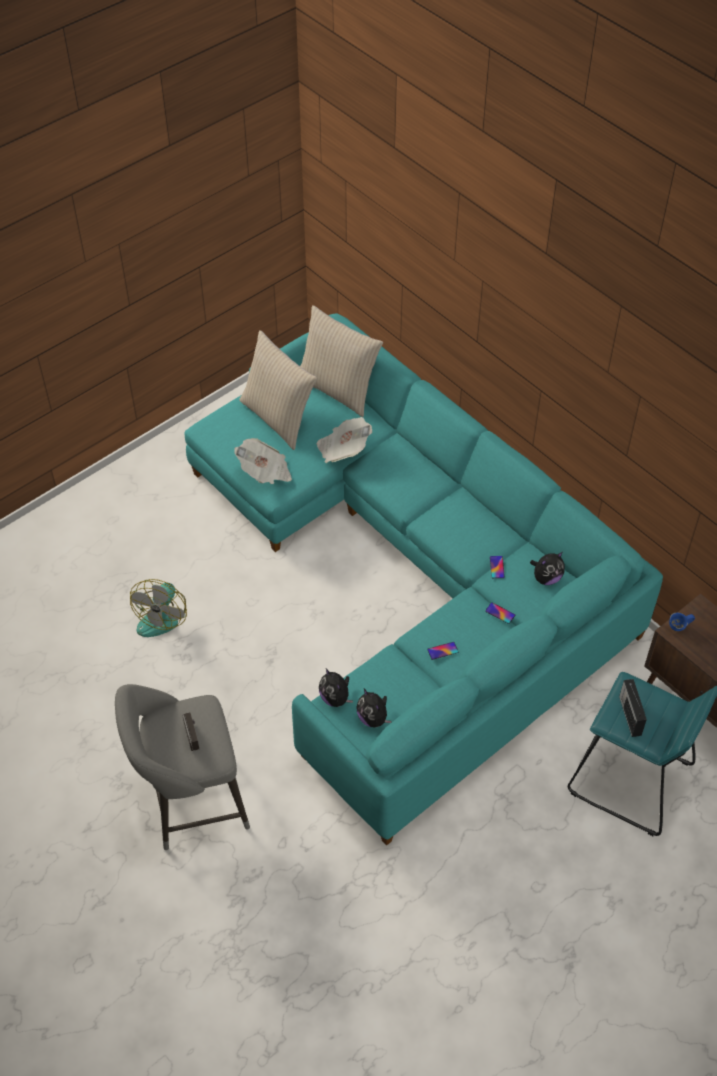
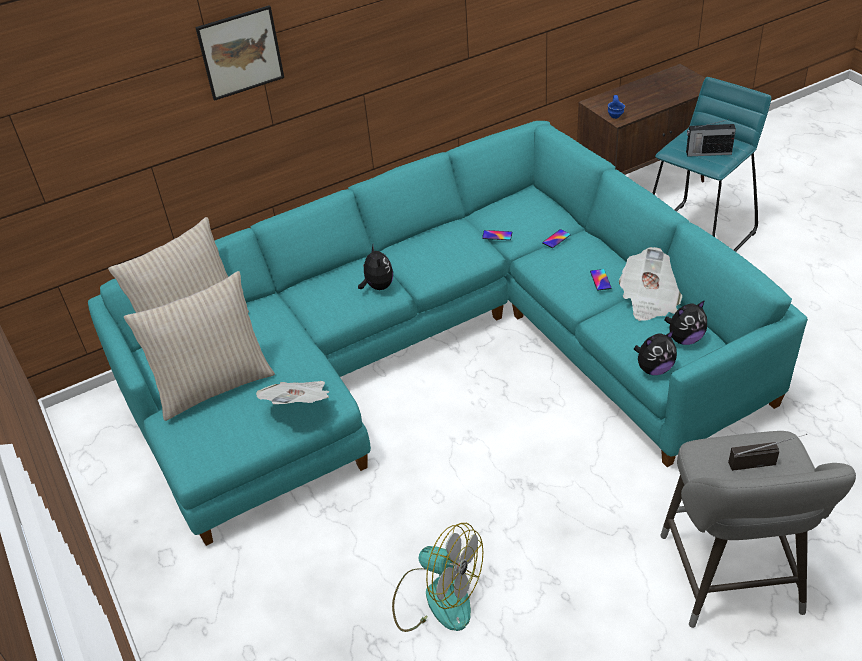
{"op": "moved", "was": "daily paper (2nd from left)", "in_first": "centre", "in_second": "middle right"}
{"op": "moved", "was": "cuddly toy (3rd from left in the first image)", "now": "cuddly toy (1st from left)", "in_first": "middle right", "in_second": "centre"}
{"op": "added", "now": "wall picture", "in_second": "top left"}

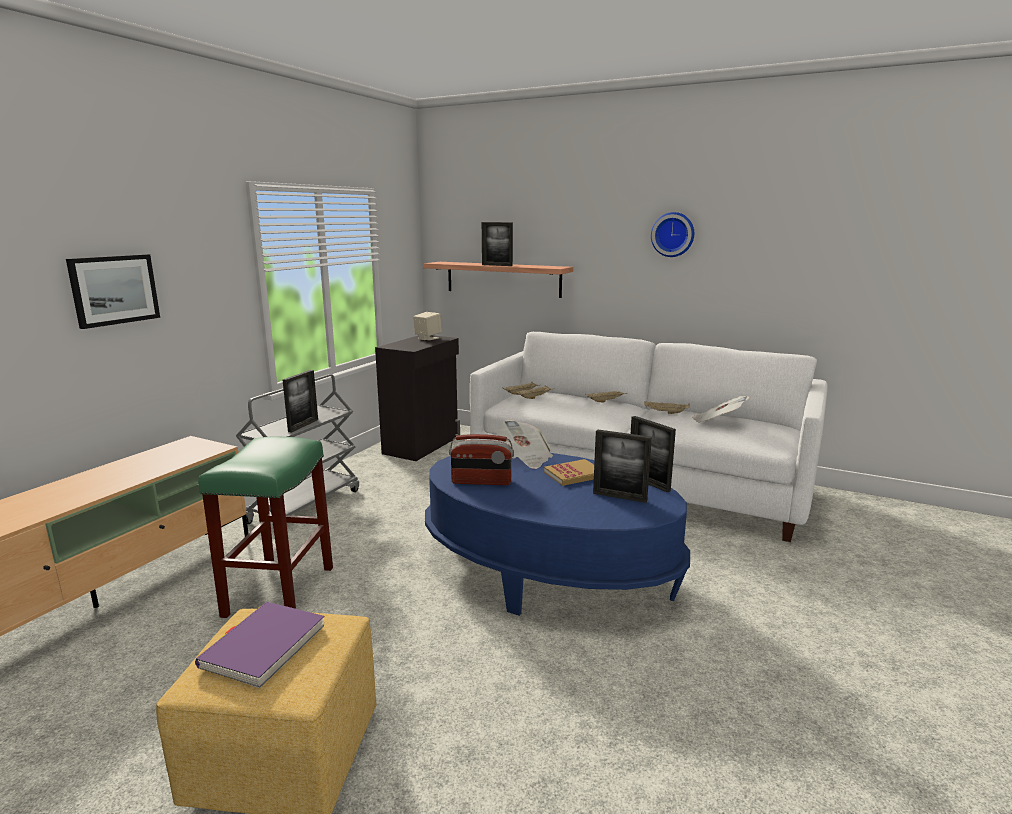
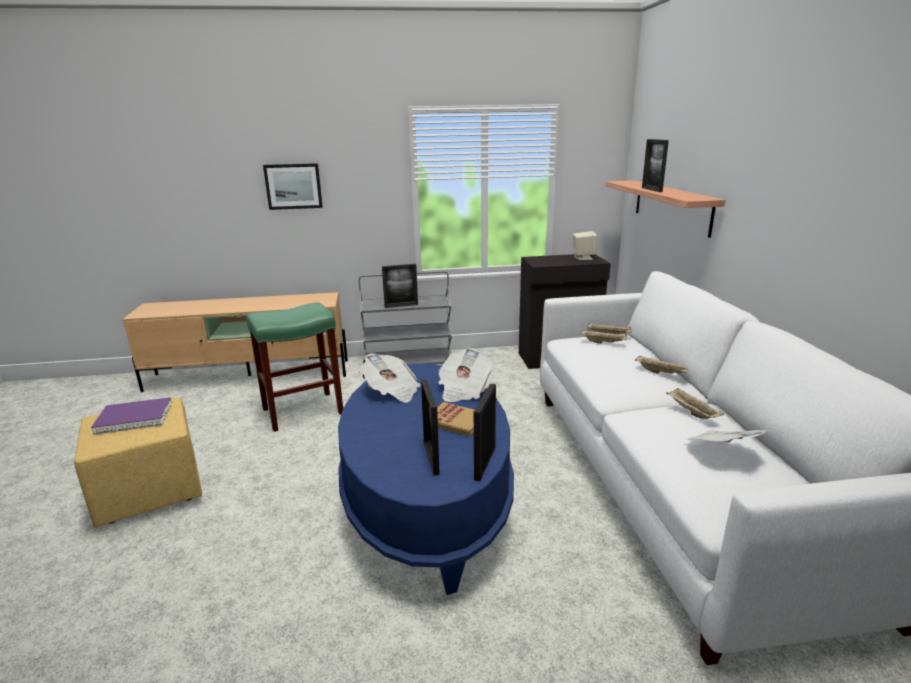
{"op": "replaced", "was": "radio receiver", "now": "daily paper (1st from left)", "in_first": "centre", "in_second": "centre"}
{"op": "removed", "was": "hanging clock", "in_first": "top centre"}

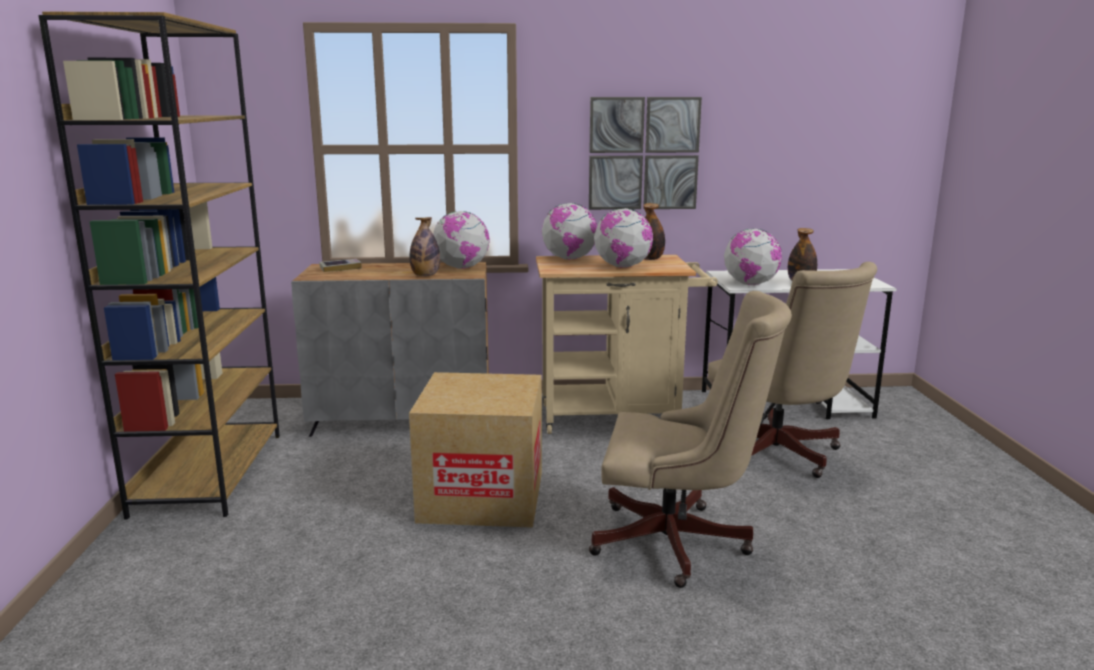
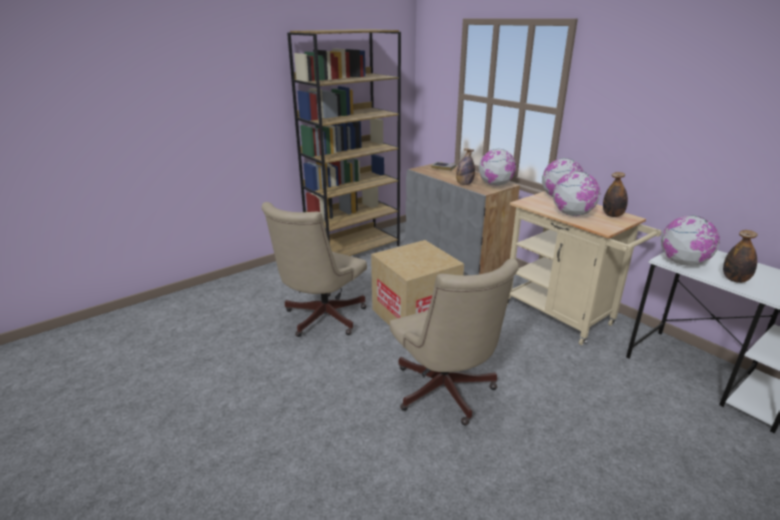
{"op": "removed", "was": "wall picture", "in_first": "top centre"}
{"op": "moved", "was": "sand-coloured computer chair (2nd from left in the first image)", "now": "sand-coloured computer chair (1st from left)", "in_first": "middle right", "in_second": "centre"}

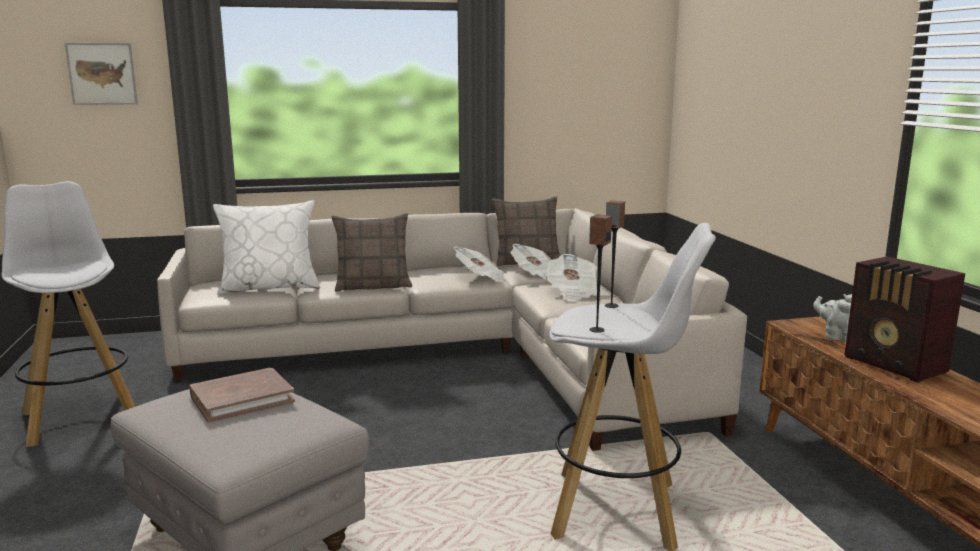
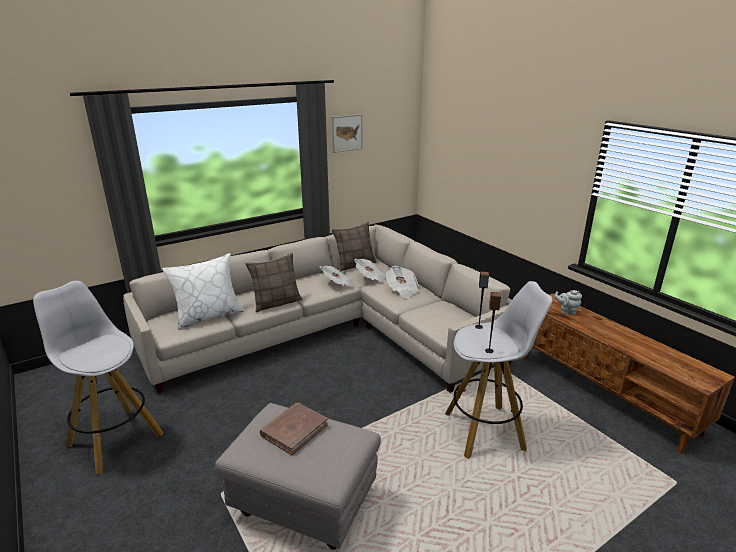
{"op": "moved", "was": "wall picture", "in_first": "top left", "in_second": "top centre"}
{"op": "removed", "was": "radio receiver", "in_first": "middle right"}

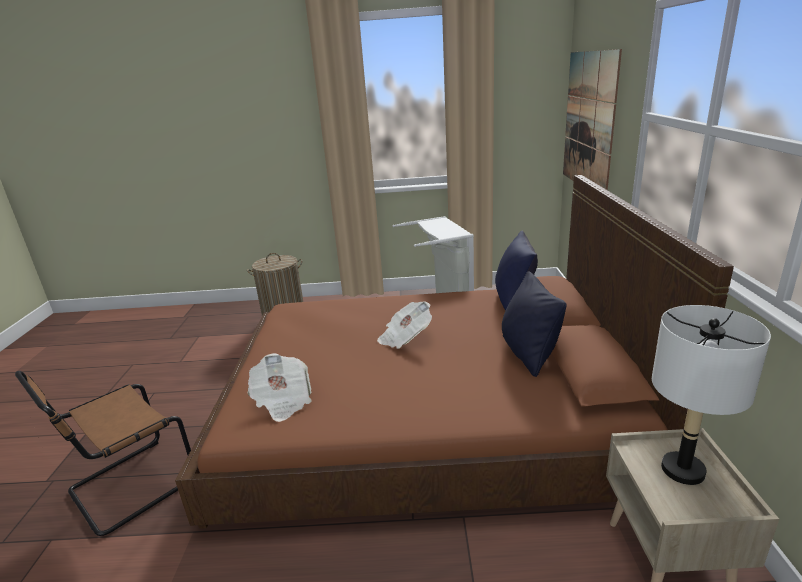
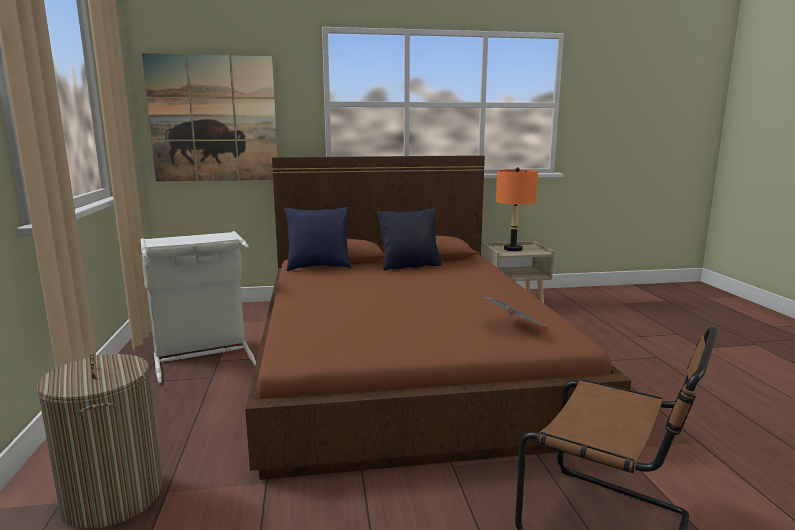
{"op": "removed", "was": "daily paper (2nd from left)", "in_first": "centre"}
{"op": "recoloured", "was": "grey tabletop lamp", "now": "orangey tabletop lamp", "in_first": "bottom right", "in_second": "centre"}

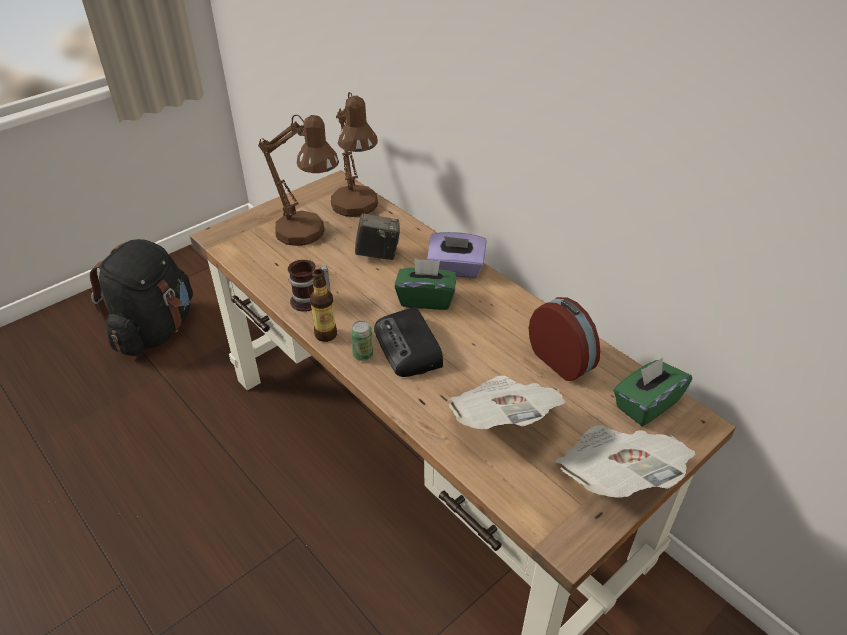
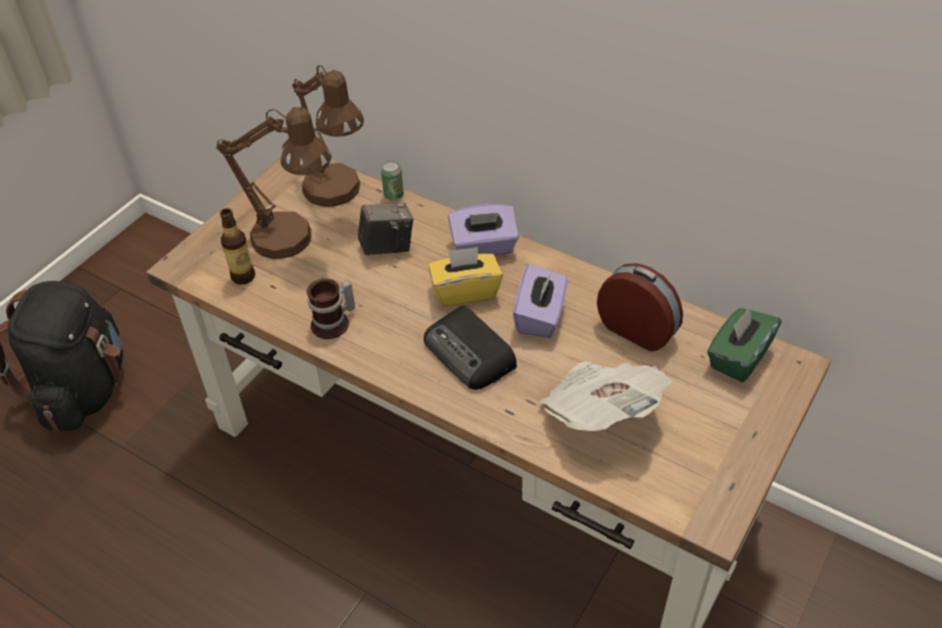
{"op": "moved", "was": "drink bottle", "in_first": "centre", "in_second": "middle left"}
{"op": "moved", "was": "sealed can", "in_first": "centre", "in_second": "top centre"}
{"op": "recoloured", "was": "green-coloured tissue box (1st from left)", "now": "yellow tissue box", "in_first": "centre", "in_second": "centre"}
{"op": "removed", "was": "daily paper (2nd from left)", "in_first": "bottom right"}
{"op": "added", "now": "purplish tissue box (2nd from left)", "in_second": "centre"}

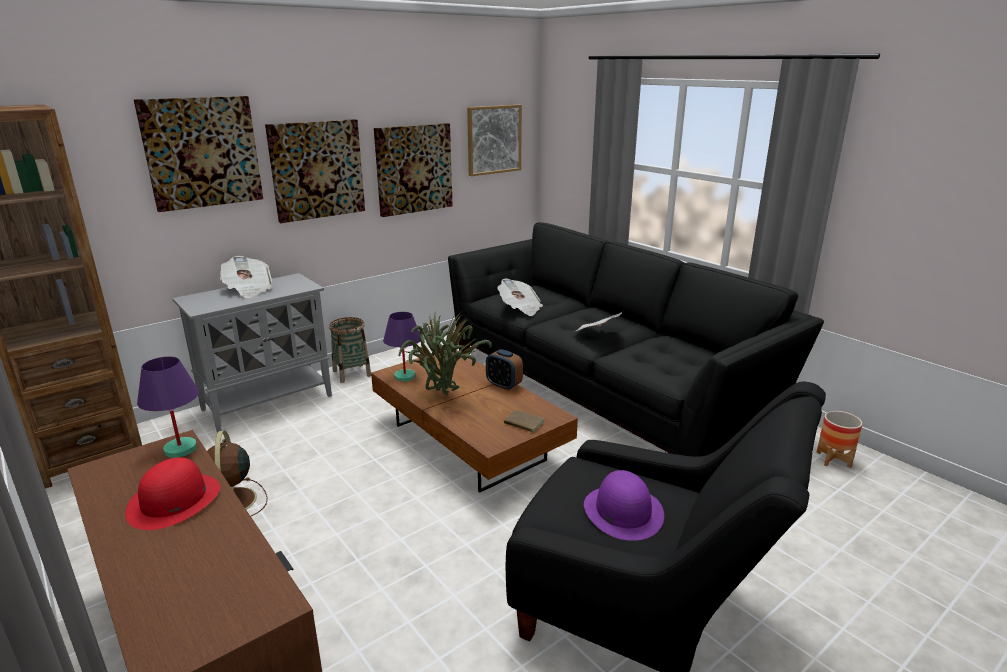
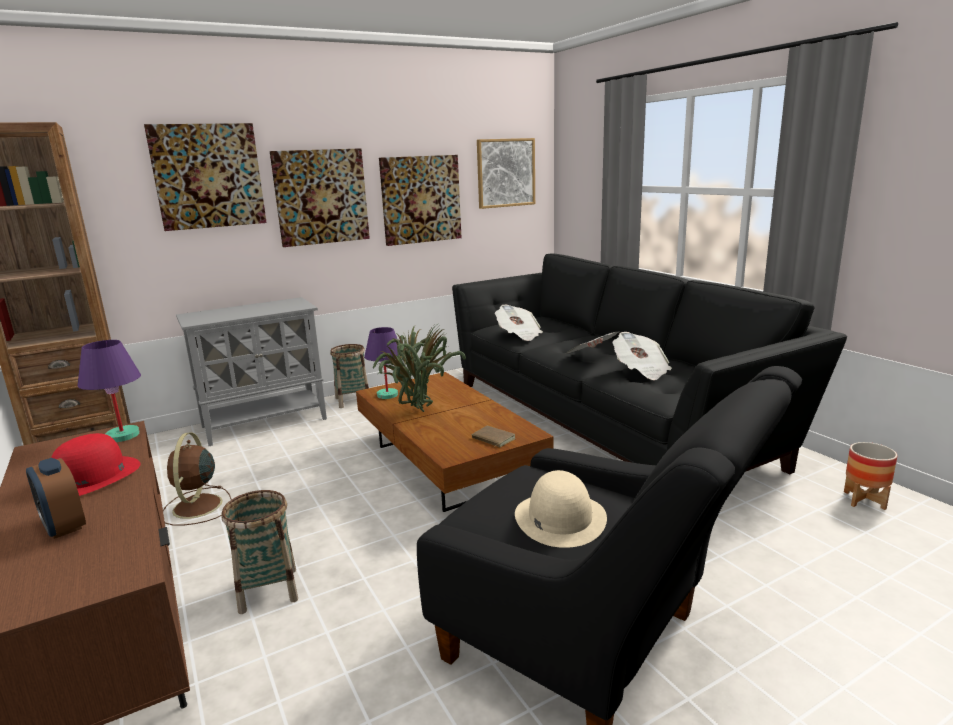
{"op": "moved", "was": "daily paper (1st from left in the first image)", "now": "daily paper (3rd from left)", "in_first": "middle left", "in_second": "middle right"}
{"op": "moved", "was": "bedside clock", "in_first": "centre", "in_second": "bottom left"}
{"op": "recoloured", "was": "purplish hat", "now": "sand-coloured hat", "in_first": "bottom centre", "in_second": "bottom centre"}
{"op": "added", "now": "basket (1st from left)", "in_second": "bottom left"}

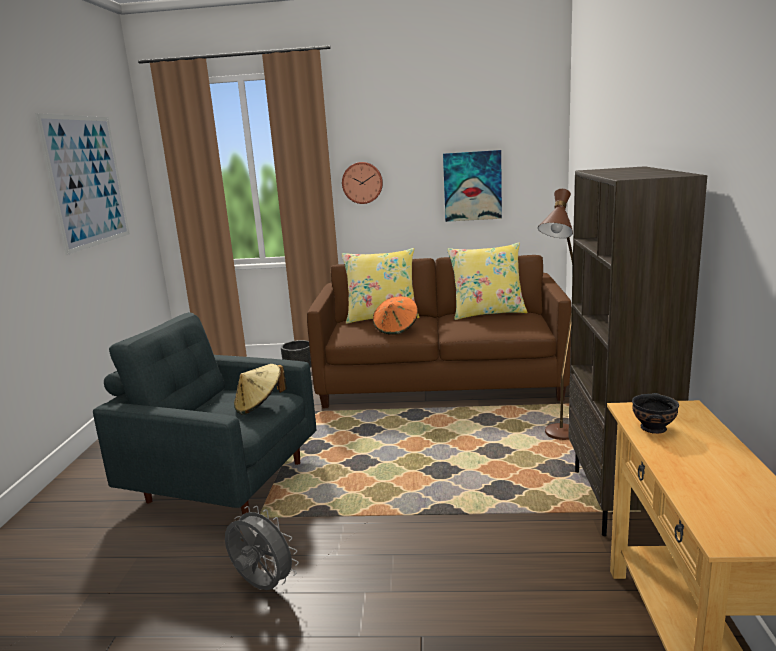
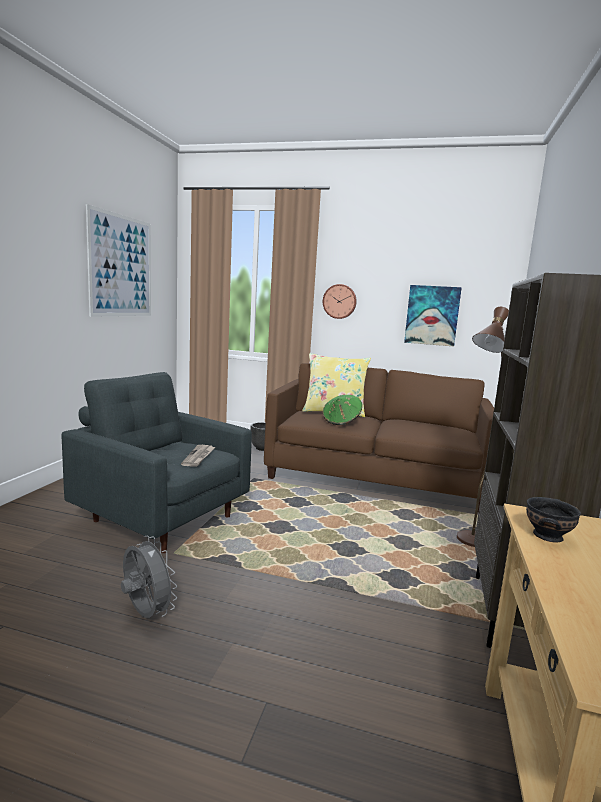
{"op": "replaced", "was": "sand-coloured hat", "now": "daily paper", "in_first": "centre", "in_second": "middle left"}
{"op": "recoloured", "was": "orangey hat", "now": "green-coloured hat", "in_first": "centre", "in_second": "centre"}
{"op": "removed", "was": "yellow throw pillow (2nd from left)", "in_first": "centre"}

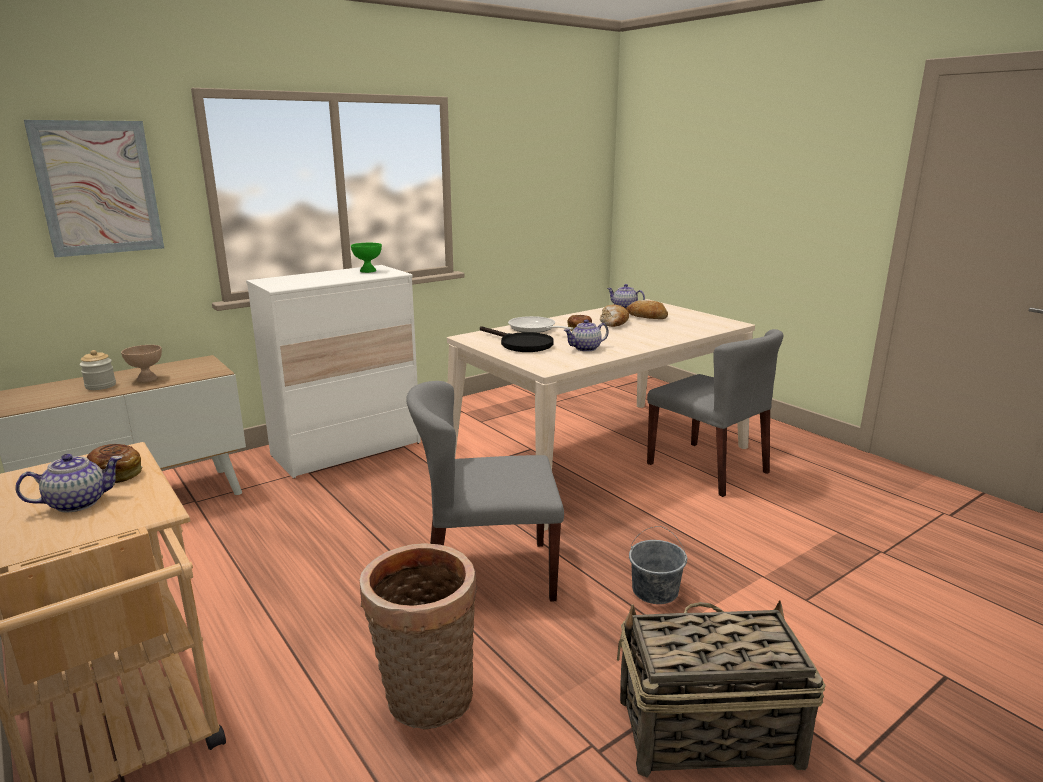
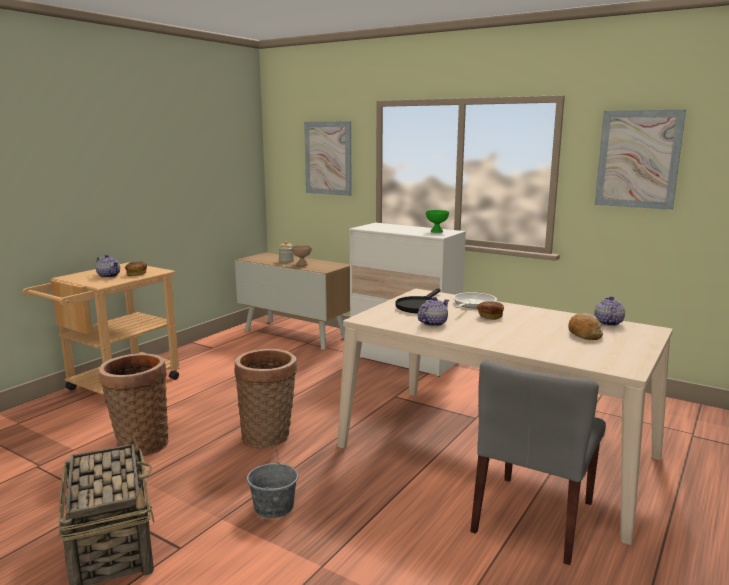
{"op": "replaced", "was": "grey upright chair (1st from left)", "now": "basket (3rd from left)", "in_first": "centre", "in_second": "bottom centre"}
{"op": "turned", "was": "teapot (2nd from left)", "in_first": "centre", "in_second": "centre", "clockwise": 90}
{"op": "removed", "was": "bakery bread (3rd from left)", "in_first": "centre"}
{"op": "added", "now": "wall picture (2nd from left)", "in_second": "top right"}

